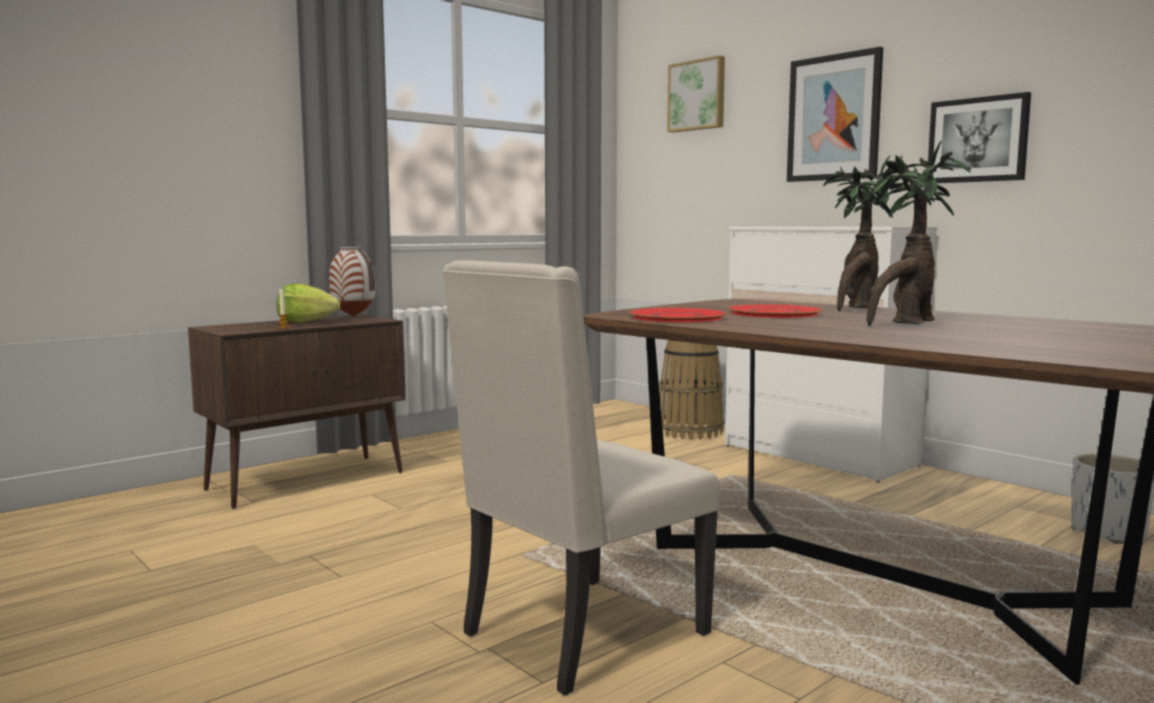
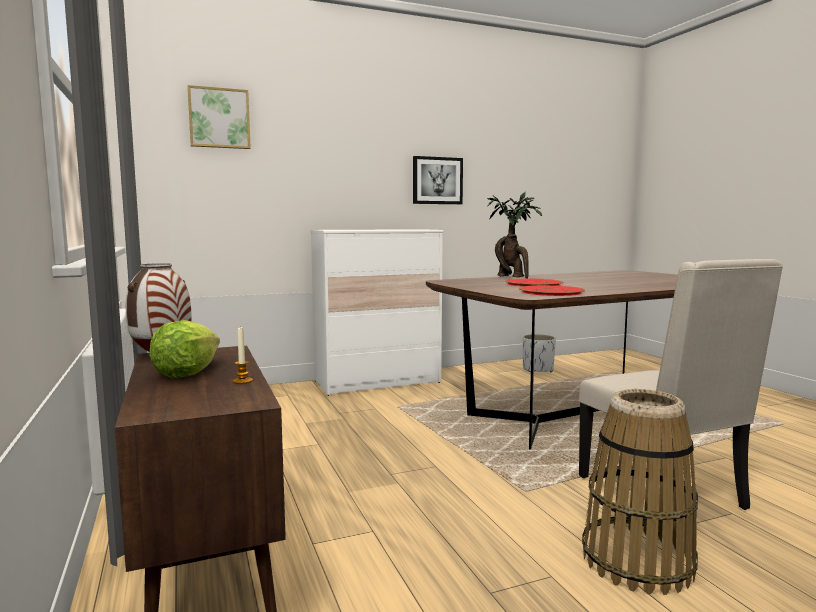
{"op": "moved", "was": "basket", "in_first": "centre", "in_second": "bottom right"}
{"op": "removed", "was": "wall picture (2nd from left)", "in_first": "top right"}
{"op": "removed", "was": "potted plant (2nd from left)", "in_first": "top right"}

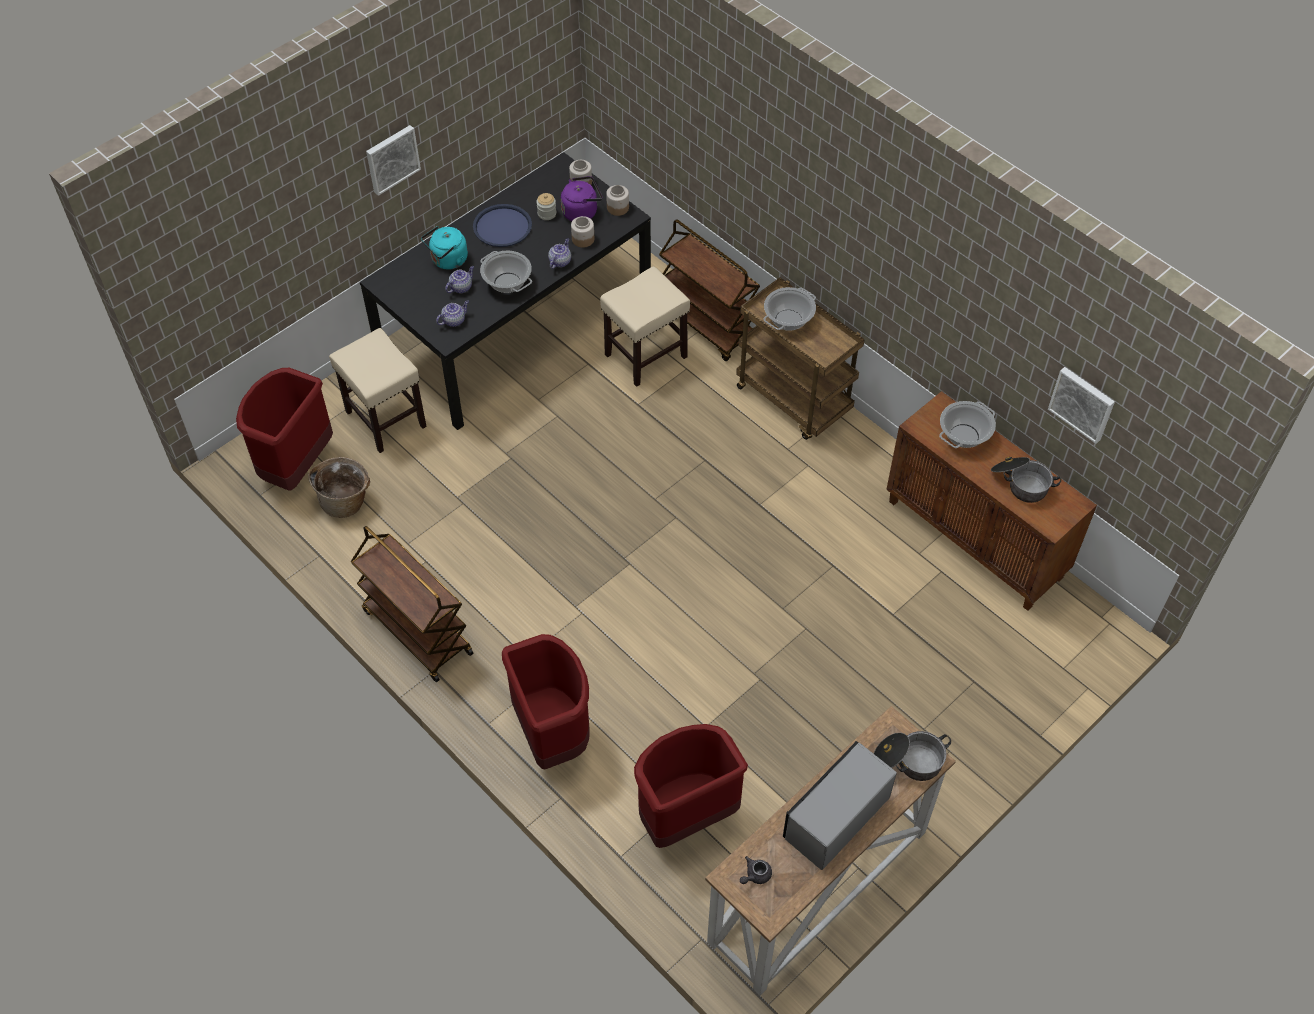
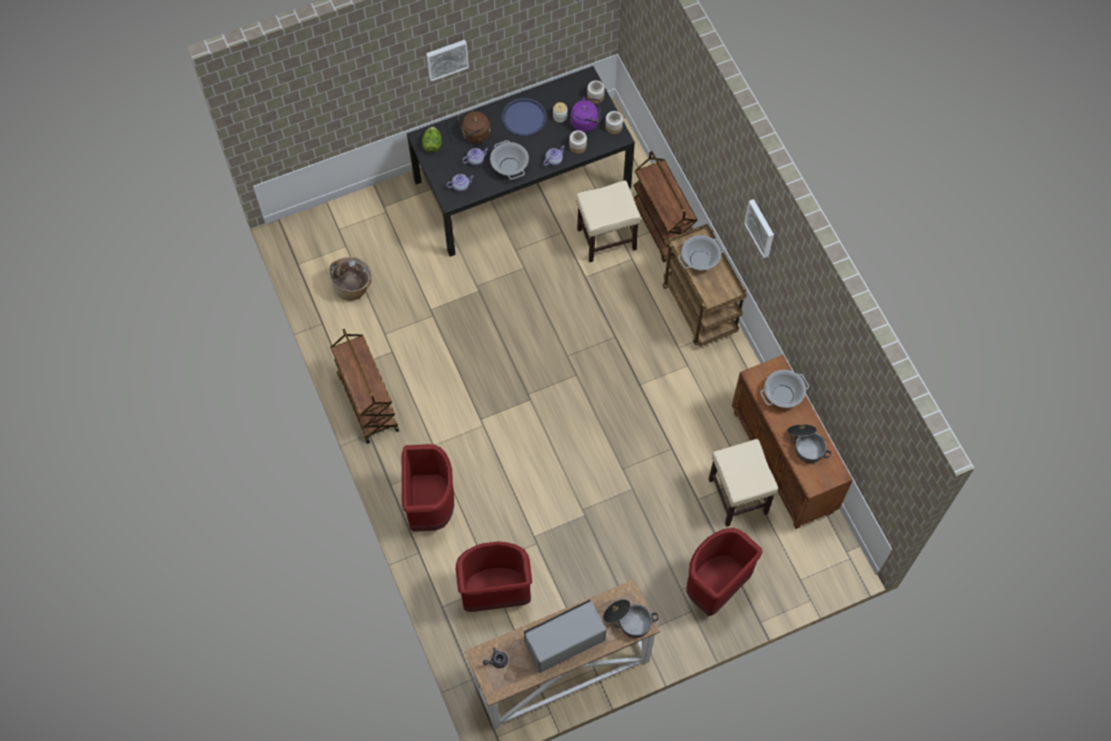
{"op": "moved", "was": "red trash can (1st from left in the first image)", "now": "red trash can (3rd from left)", "in_first": "middle left", "in_second": "bottom centre"}
{"op": "moved", "was": "sand-coloured stool seat (1st from left in the first image)", "now": "sand-coloured stool seat (2nd from left)", "in_first": "middle left", "in_second": "middle right"}
{"op": "recoloured", "was": "turquoise-coloured tea kettle", "now": "brown-coloured tea kettle", "in_first": "top centre", "in_second": "top centre"}
{"op": "moved", "was": "wall picture (2nd from left)", "in_first": "middle right", "in_second": "top right"}
{"op": "added", "now": "head of lettuce", "in_second": "top centre"}

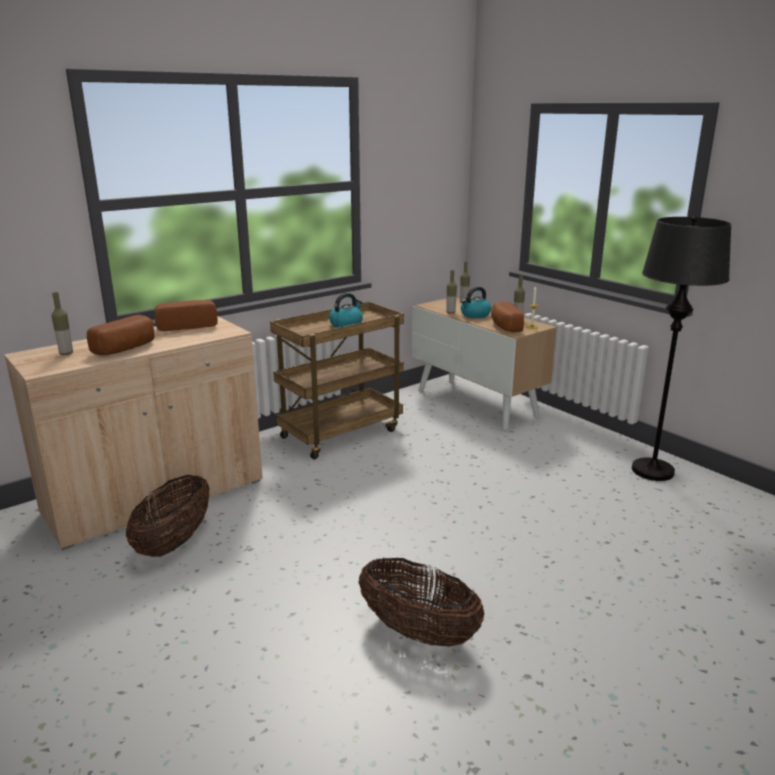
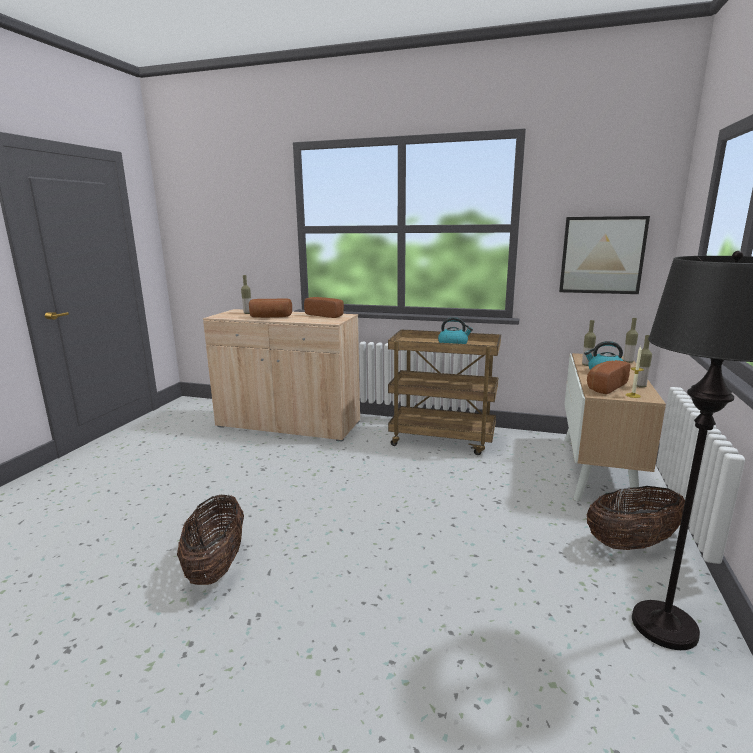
{"op": "moved", "was": "basket (1st from left in the first image)", "now": "basket (2nd from left)", "in_first": "middle left", "in_second": "bottom right"}
{"op": "added", "now": "wall picture", "in_second": "middle right"}

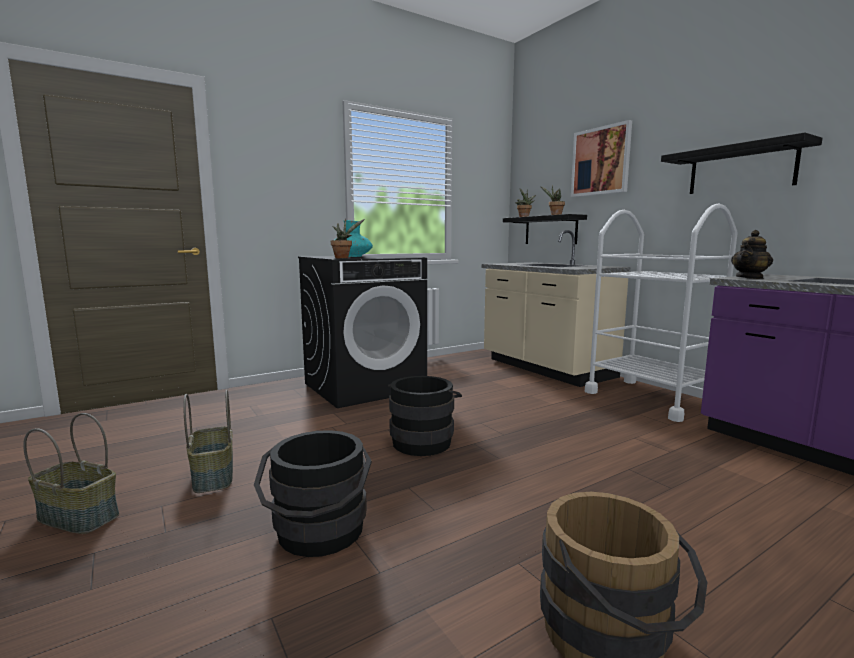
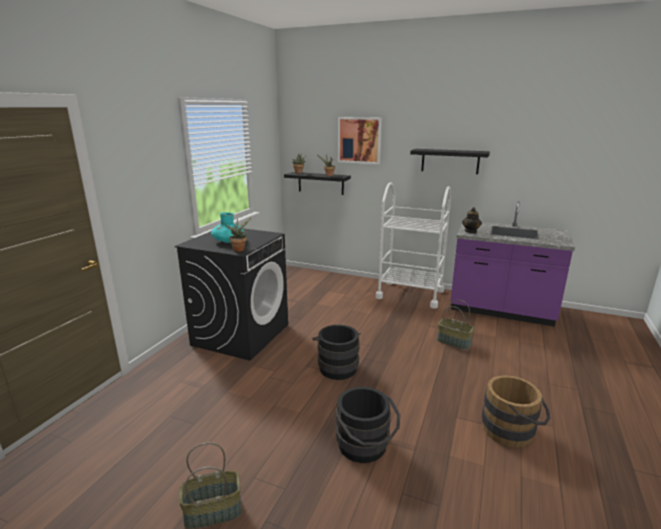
{"op": "moved", "was": "basket (2nd from left)", "in_first": "bottom left", "in_second": "middle right"}
{"op": "removed", "was": "sand-coloured counter", "in_first": "centre"}

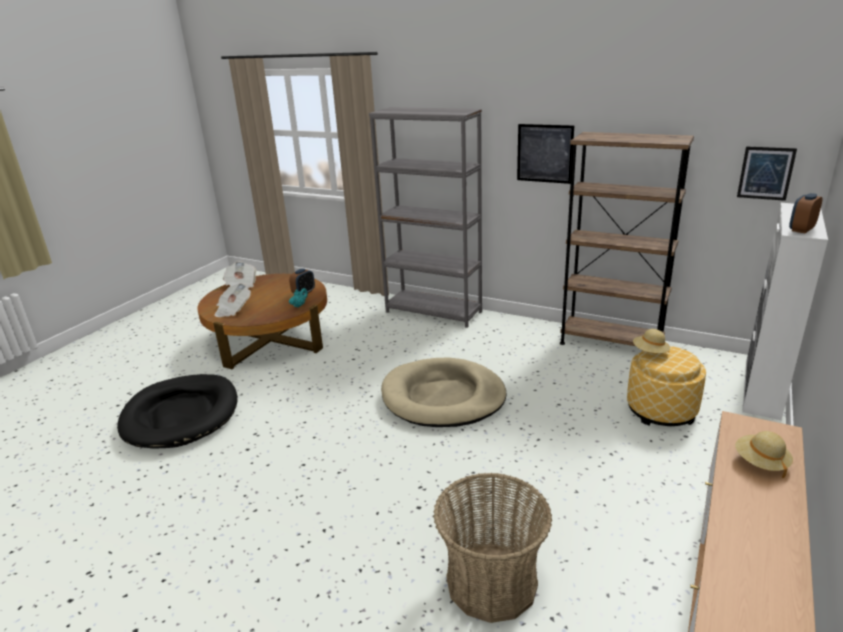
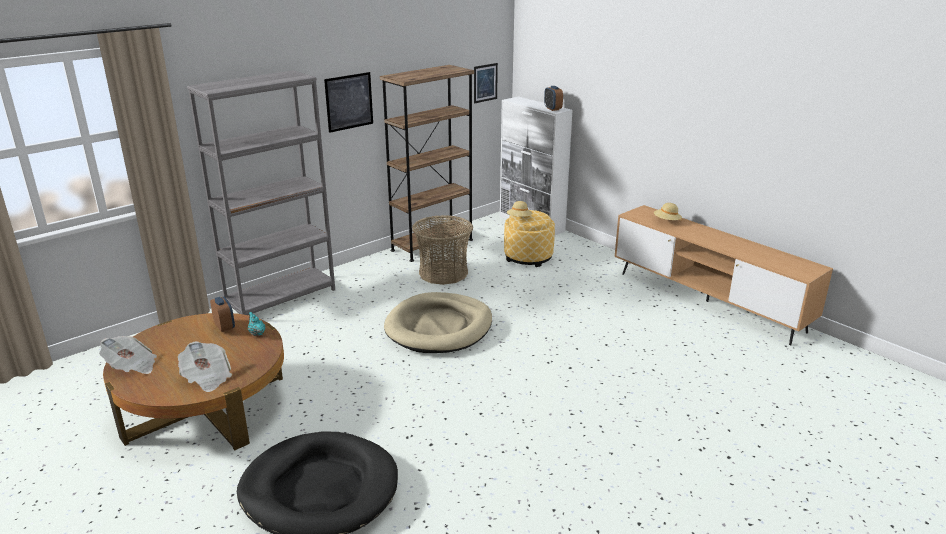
{"op": "moved", "was": "basket", "in_first": "bottom centre", "in_second": "centre"}

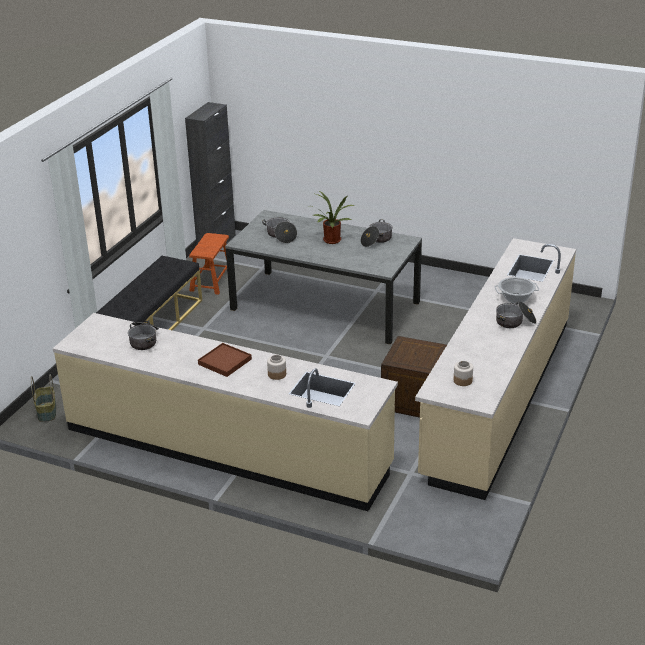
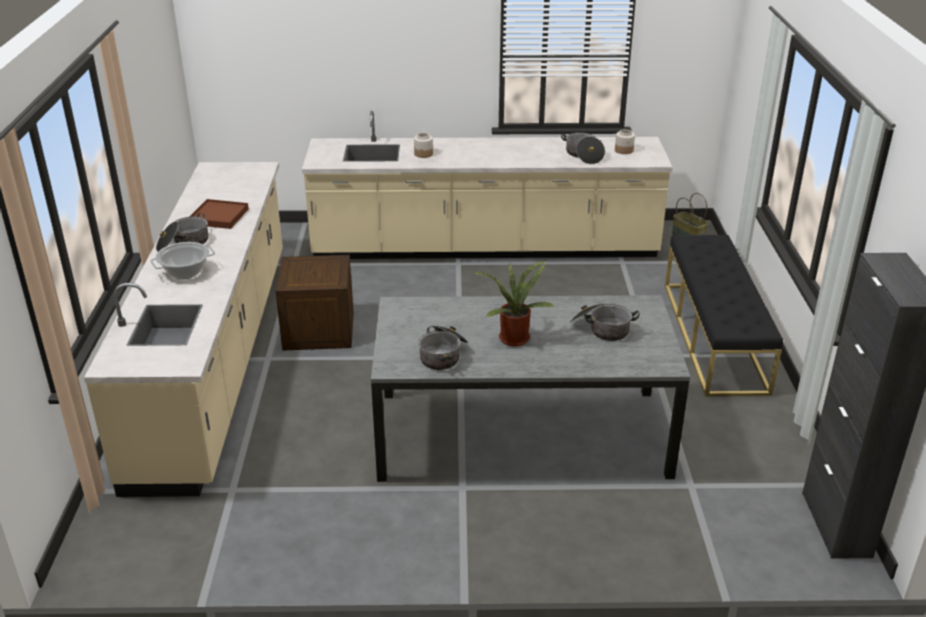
{"op": "removed", "was": "brown-coloured stool seat", "in_first": "middle left"}
{"op": "moved", "was": "brown-coloured tray", "in_first": "centre", "in_second": "middle left"}
{"op": "moved", "was": "preserve jar (2nd from left)", "in_first": "middle right", "in_second": "top right"}

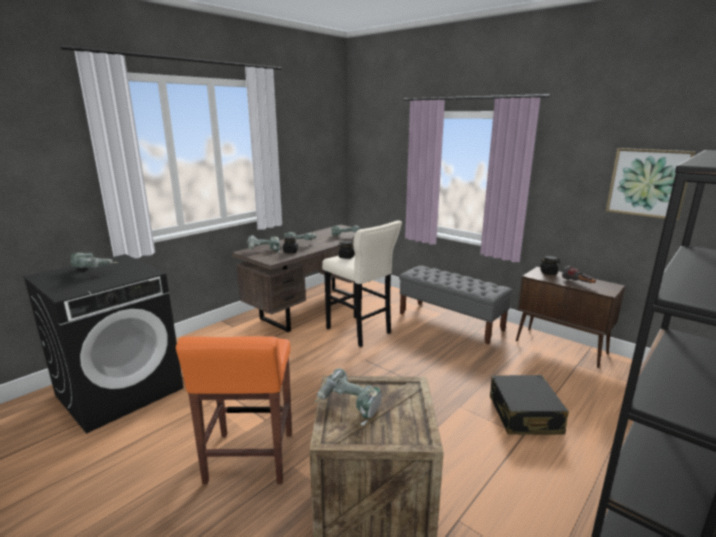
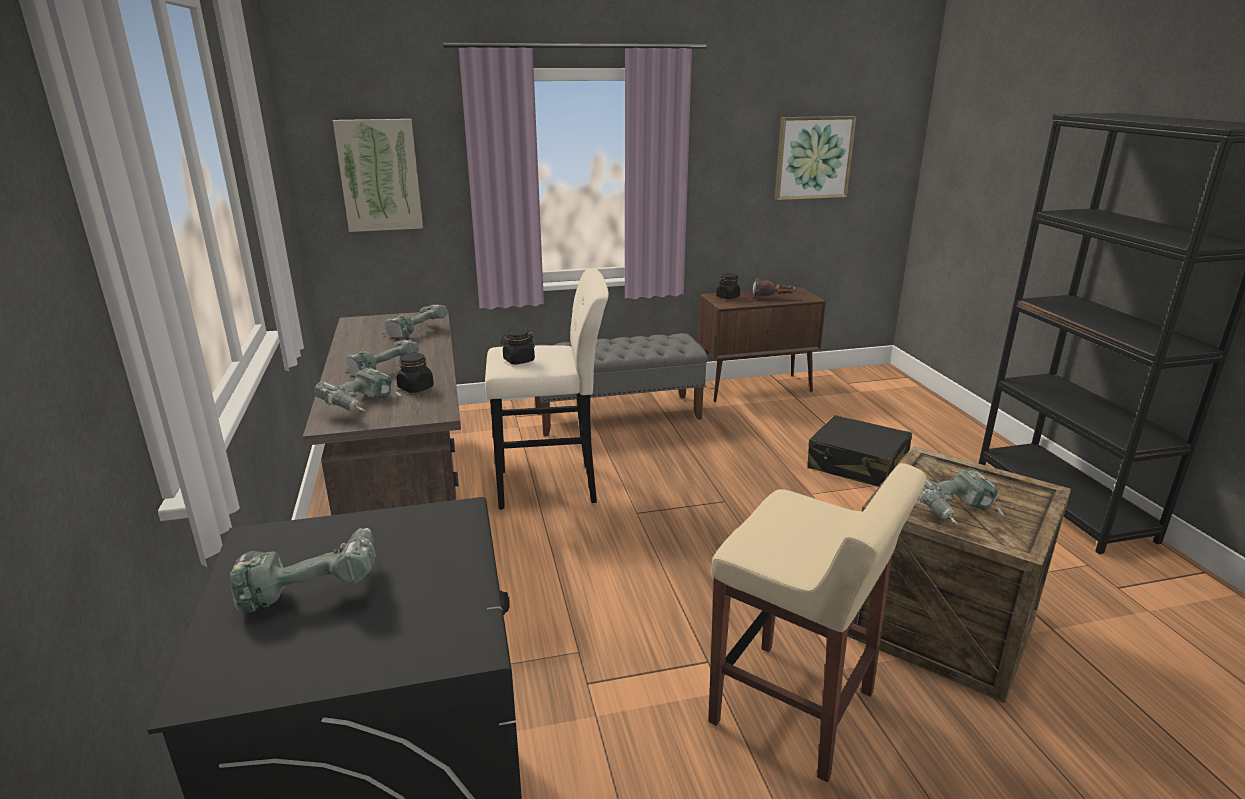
{"op": "recoloured", "was": "orangey stool seat", "now": "sand-coloured stool seat (2nd from left)", "in_first": "bottom left", "in_second": "bottom centre"}
{"op": "added", "now": "wall picture (1st from left)", "in_second": "top left"}

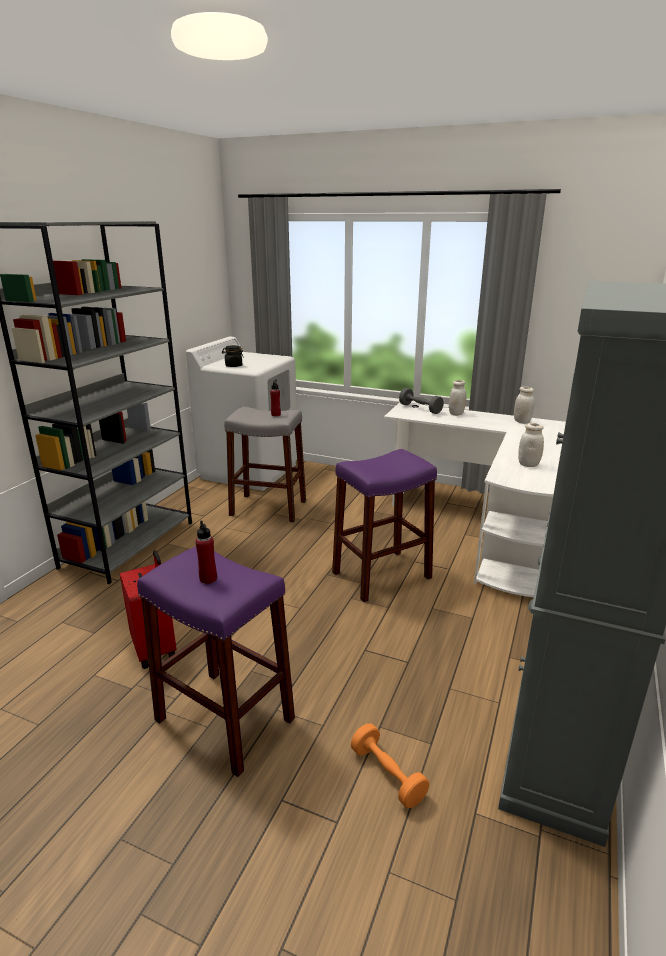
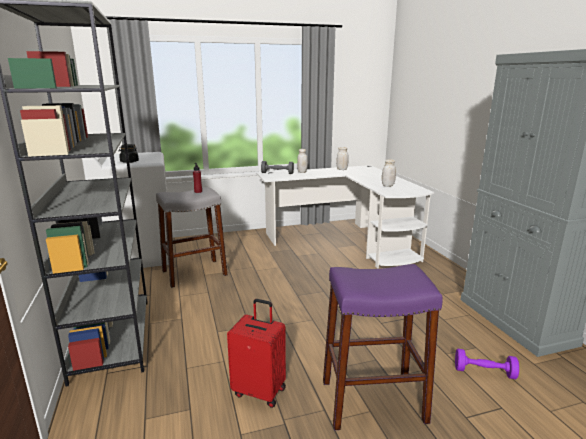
{"op": "removed", "was": "red drink bottle (1st from left)", "in_first": "middle left"}
{"op": "removed", "was": "purplish stool seat (2nd from left)", "in_first": "centre"}
{"op": "recoloured", "was": "orangey hand weight", "now": "purplish hand weight", "in_first": "bottom centre", "in_second": "bottom right"}

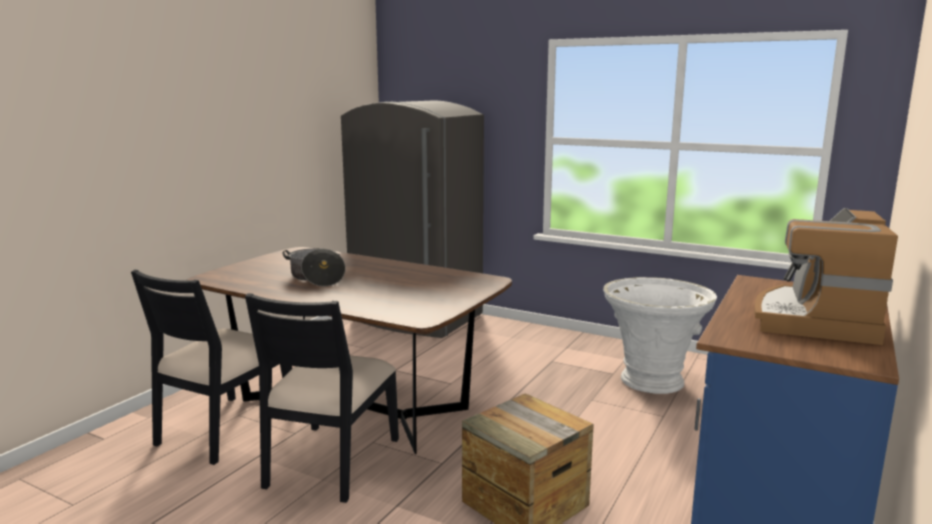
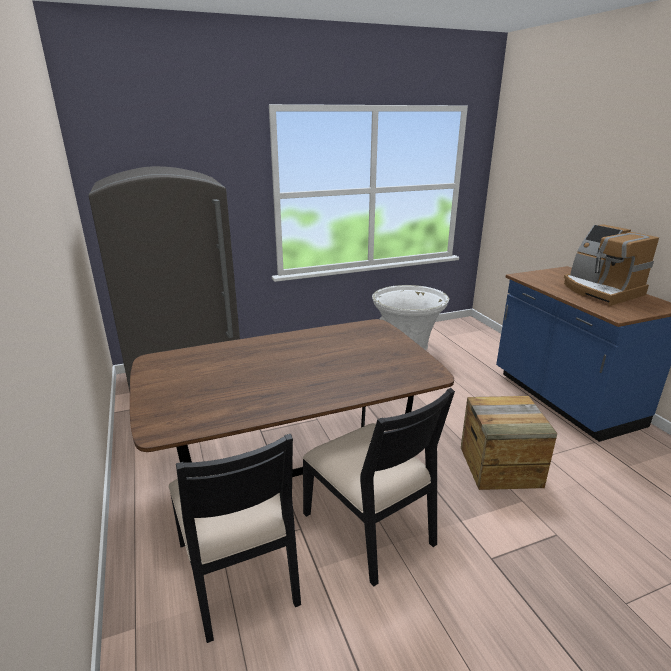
{"op": "removed", "was": "cooking pot", "in_first": "centre"}

